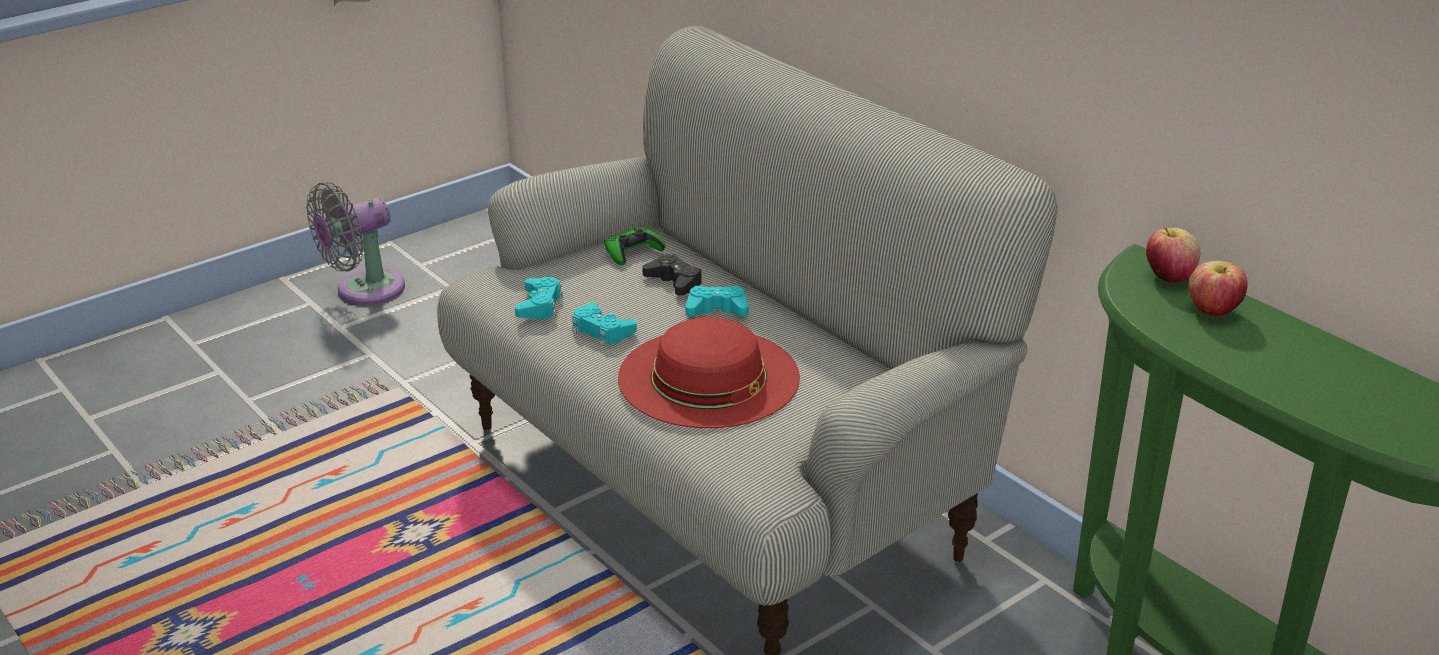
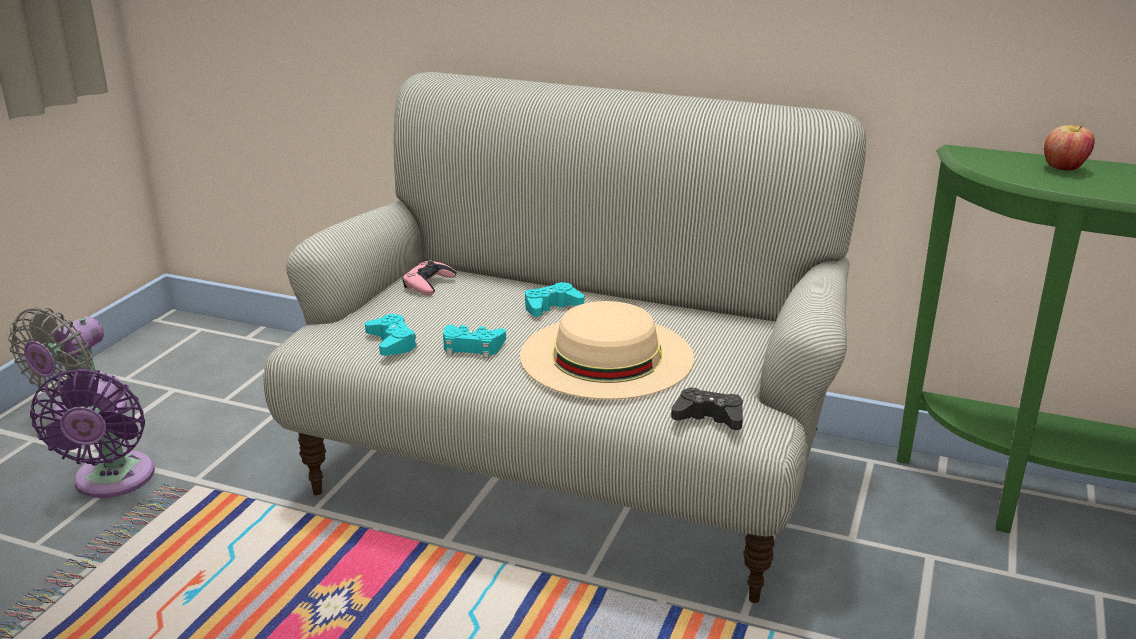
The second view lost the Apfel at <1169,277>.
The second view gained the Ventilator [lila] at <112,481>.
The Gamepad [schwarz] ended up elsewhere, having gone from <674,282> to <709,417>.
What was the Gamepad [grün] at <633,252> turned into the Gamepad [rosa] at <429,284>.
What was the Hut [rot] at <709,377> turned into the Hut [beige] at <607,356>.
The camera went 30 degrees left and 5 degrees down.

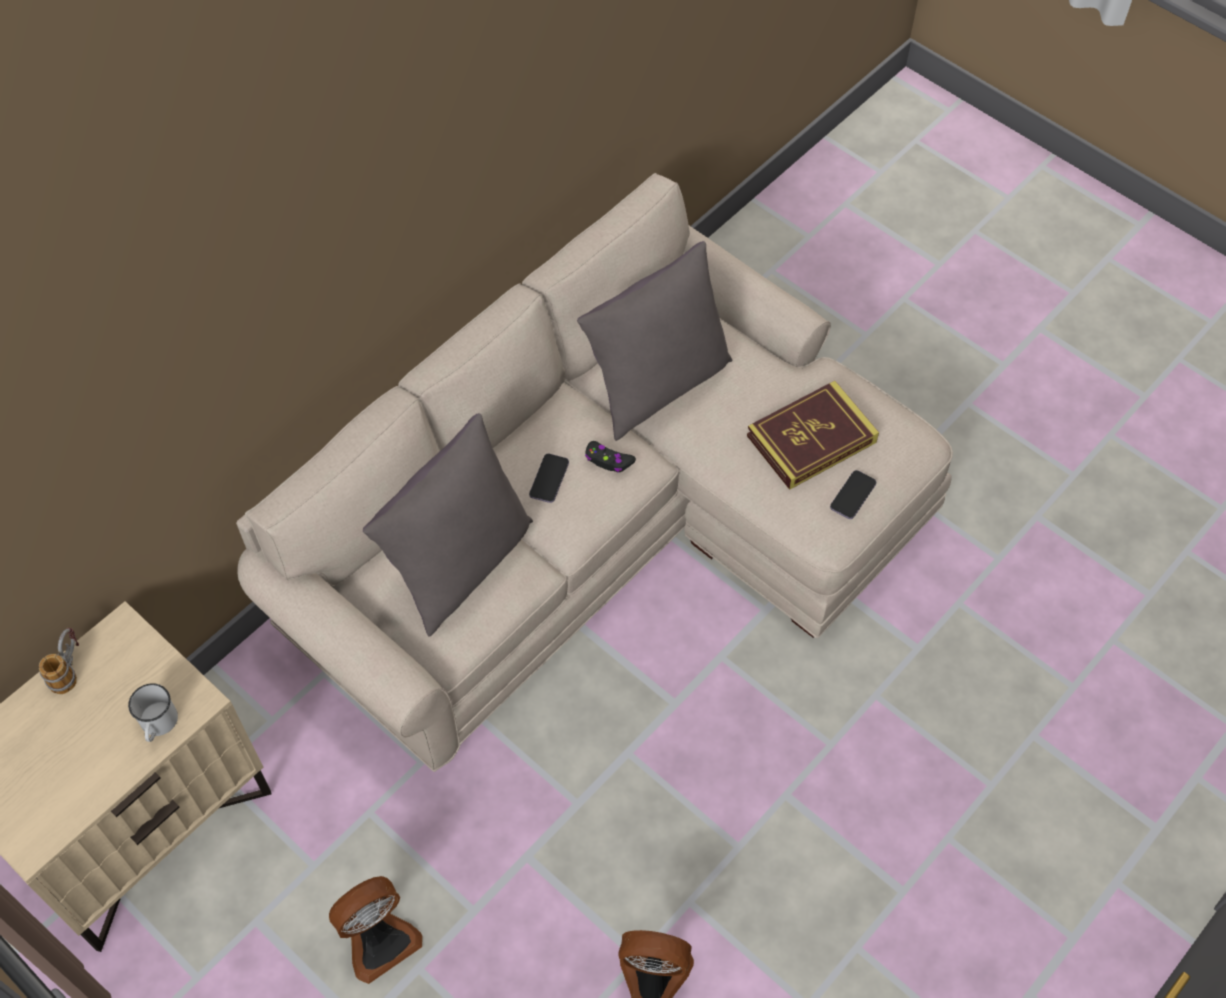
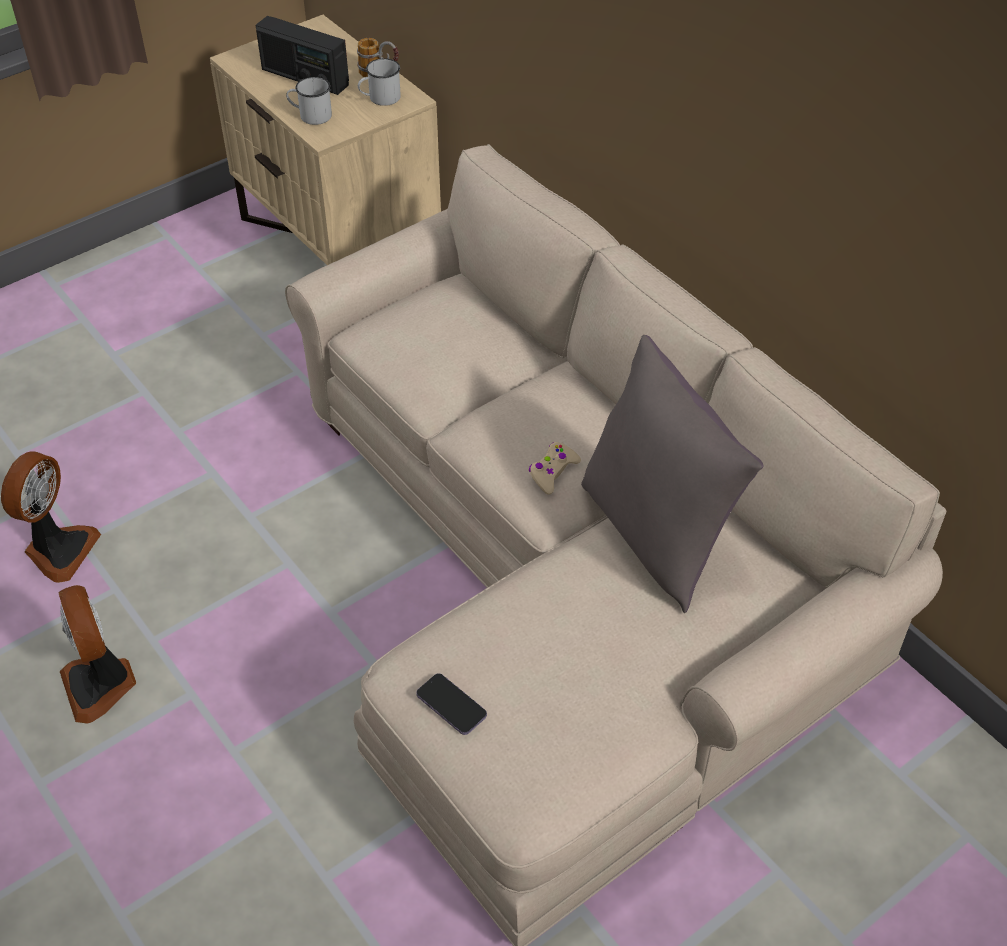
The second view lost the Kissen [grau] at <460,566>.
The second view lost the Handy at <549,479>.
The second view lost the Buch at <811,439>.
The second view gained the Radio at <304,77>.
The second view gained the Henkelbecher [weiß] at <380,98>.
The Ventilator ended up elsewhere, having gone from <379,939> to <100,684>.
What was the Gamepad [schwarz] at <608,460> turned into the Gamepad [beige] at <552,472>.
The camera went 100 degrees right and 10 degrees down.

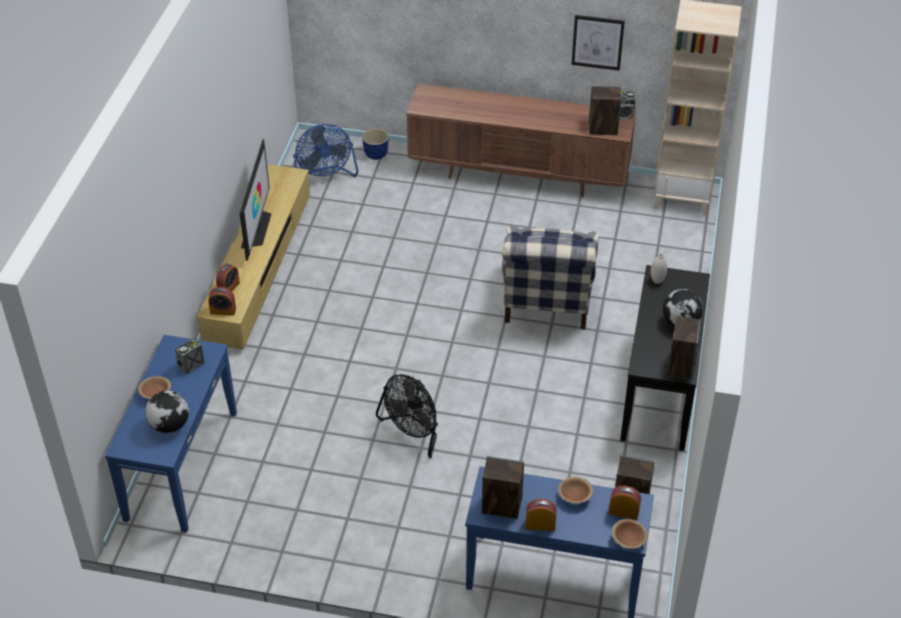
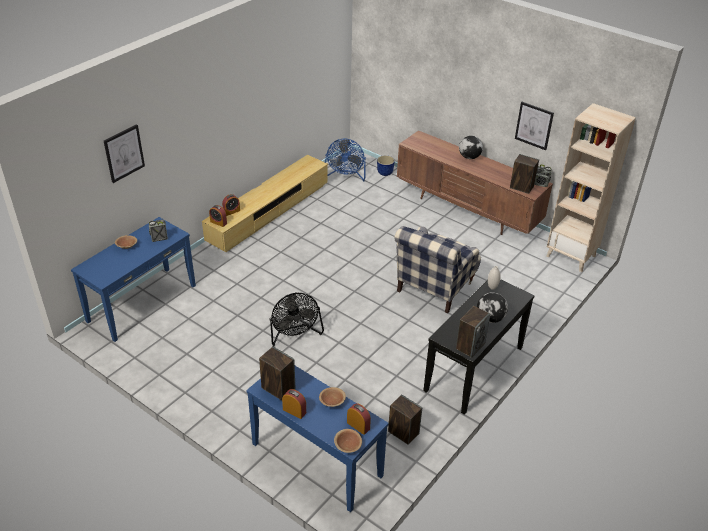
The second view lost the Fernseher at <257,228>.
The second view gained the Bild at <124,153>.
The Globus ended up elsewhere, having gone from <169,425> to <469,157>.
The Ventilator [schwarz] at <413,429> ended up facing another way, 90 degrees counterclockwise from before.
The camera went 25 degrees right and 5 degrees down.

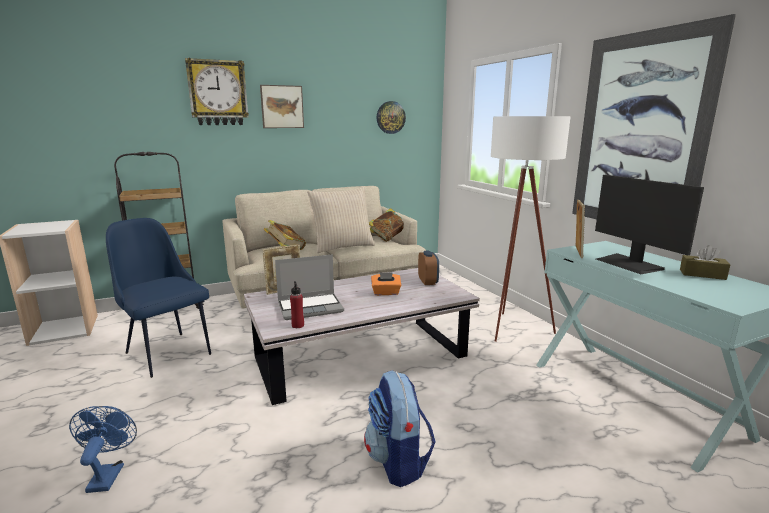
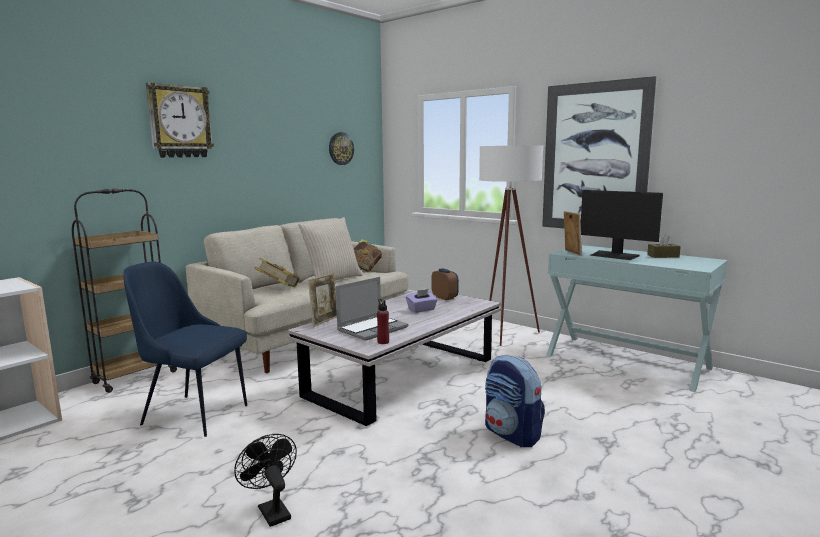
The second view lost the Bild at <282,107>.
What was the Ventilator [blau] at <108,474> turned into the Ventilator [schwarz] at <271,510>.
What was the Taschentuchbox [orange] at <386,293> turned into the Taschentuchbox [lila] at <421,310>.
The camera went 25 degrees left and 5 degrees down.

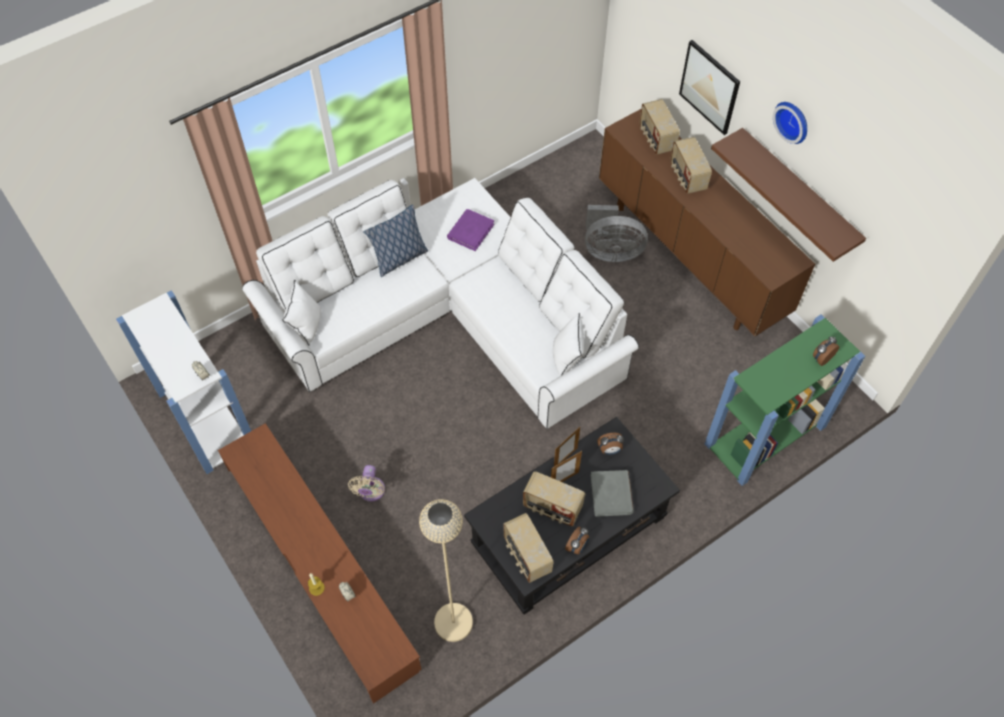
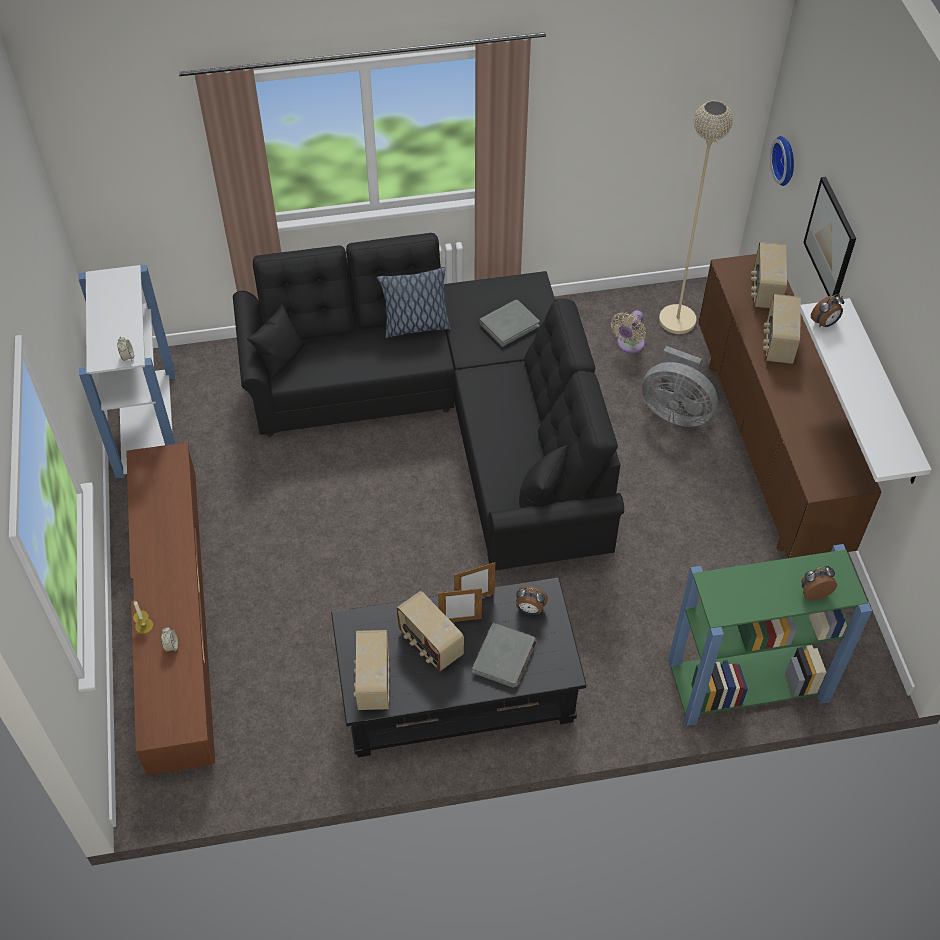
The Ventilator [beige] ended up elsewhere, having gone from <371,492> to <629,345>.
The Stehlampe [beige] ended up elsewhere, having gone from <454,622> to <677,320>.
The Wecker ended up elsewhere, having gone from <577,546> to <825,323>.
The Wanduhr ended up elsewhere, having gone from <793,121> to <786,160>.
What was the Sofa [weiß] at <450,320> turned into the Sofa [schwarz] at <452,419>.
What was the Buch [lila] at <470,231> turned into the Buch [grau] at <509,324>.
What was the Wandregal [braun] at <798,192> turned into the Wandregal [weiß] at <883,393>.
The camera went 25 degrees right and 5 degrees down.

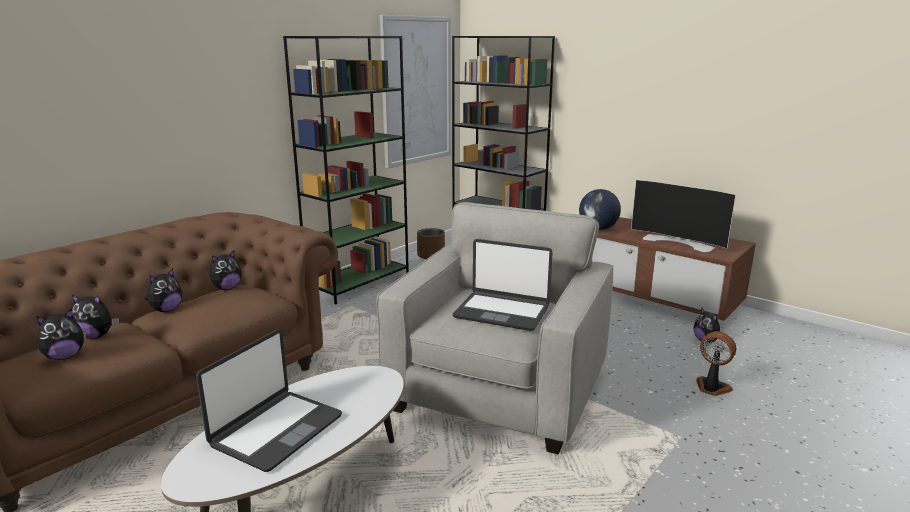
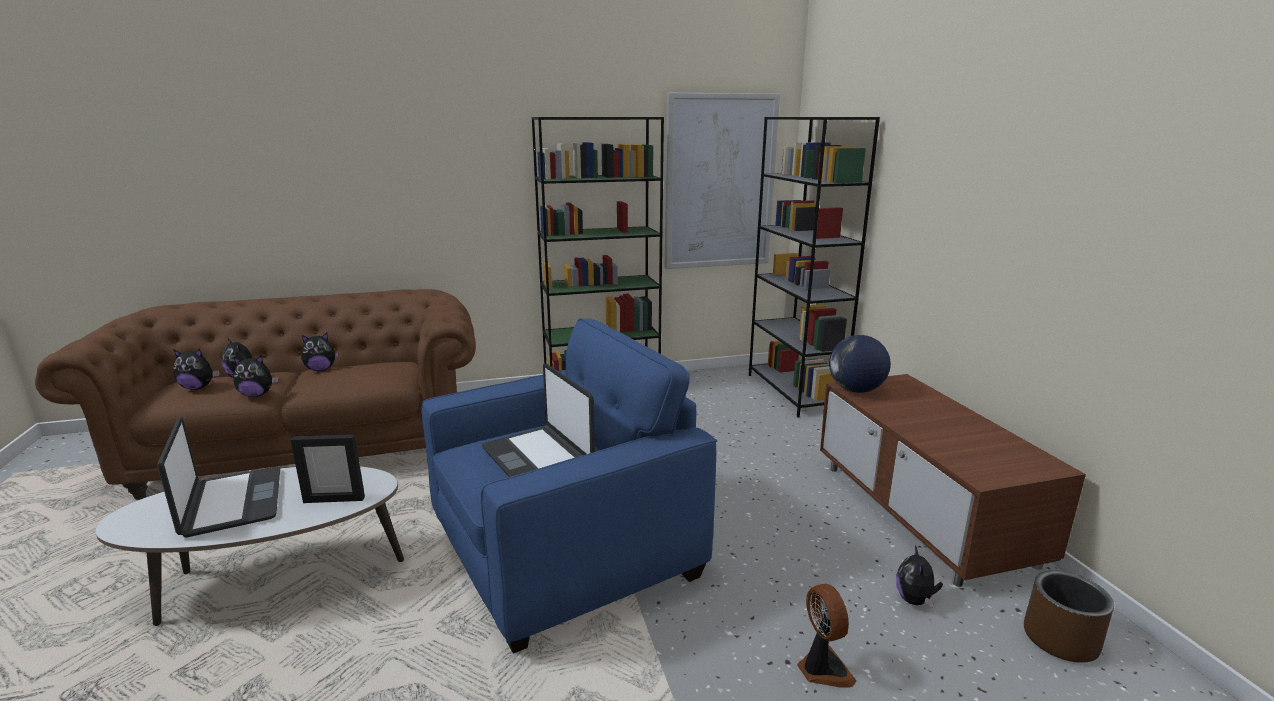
The second view lost the Fernseher at <679,242>.
The second view gained the Bilderrahmen at <334,499>.
The Plüschtier ended up elsewhere, having gone from <227,288> to <257,395>.
The Pflanzkübel [braun] ended up elsewhere, having gone from <431,255> to <1060,639>.
What was the Sessel [grau] at <499,390> turned into the Sessel [blau] at <564,552>.
The Laptop at <276,430> ended up facing another way, 90 degrees counterclockwise from before.
The camera went 35 degrees right and 0 degrees up.

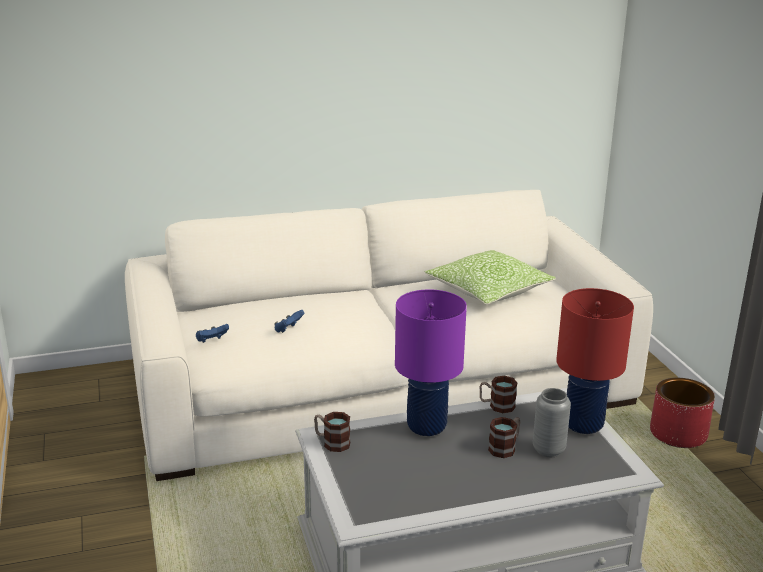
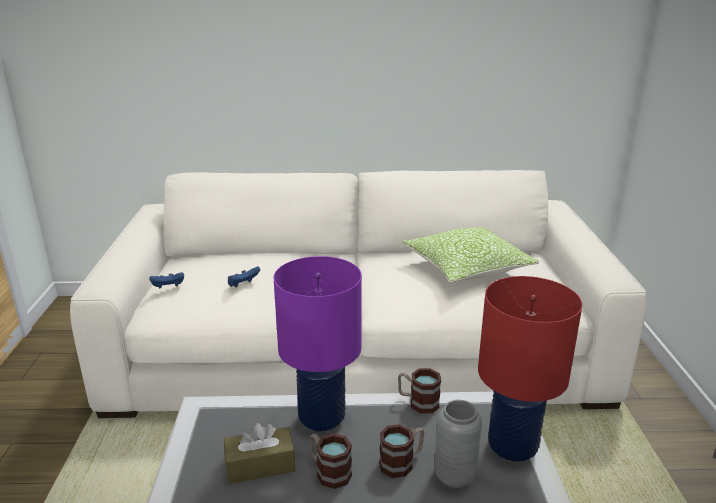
The second view lost the Pflanzkübel [rot] at <678,434>.
The second view gained the Taschentuchbox [braun] at <260,465>.
The Henkelbecher ended up elsewhere, having gone from <332,442> to <329,471>.
The camera went 15 degrees right and 0 degrees up.

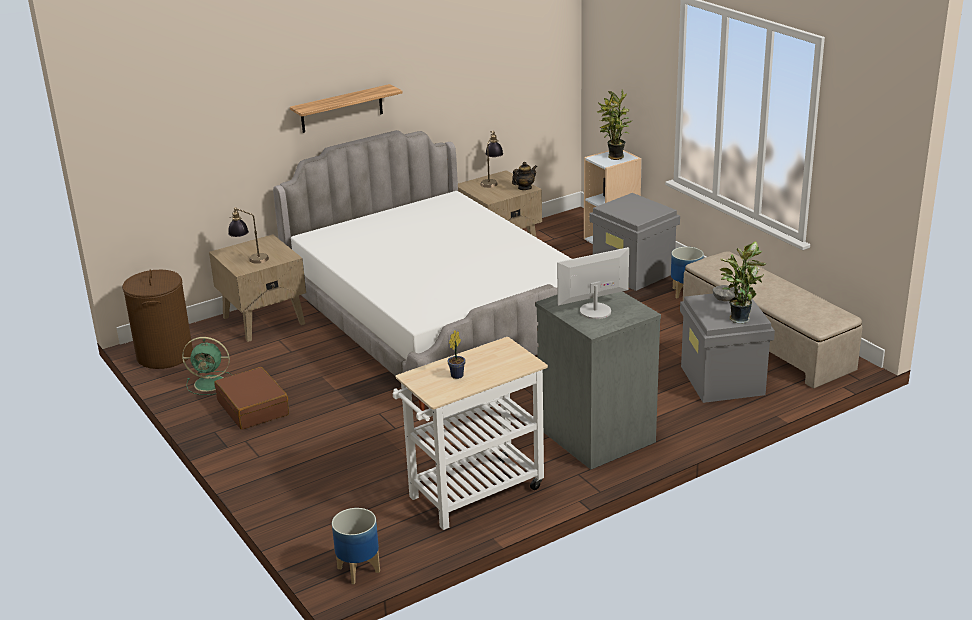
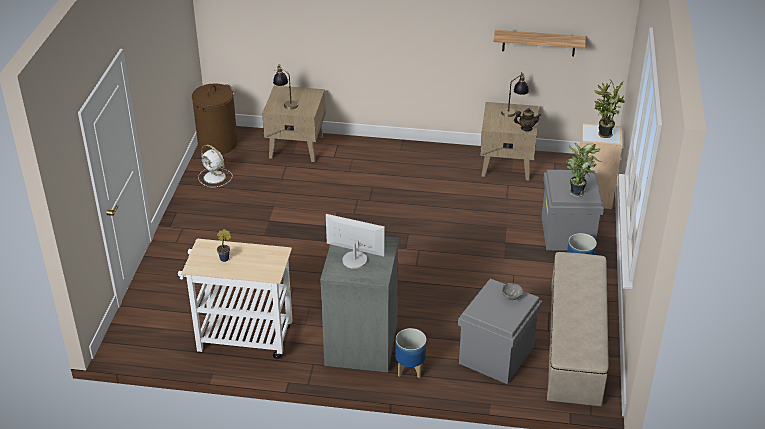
The second view lost the Koffer [braun] at <253,408>.
The second view lost the Bett at <439,322>.
The Wandregal ended up elsewhere, having gone from <341,109> to <539,43>.
The Pflanzkübel ended up elsewhere, having gone from <358,570> to <409,369>.
The Topfpflanze ended up elsewhere, having gone from <739,318> to <577,192>.
What was the Ventilator [grün] at <211,383> turned into the Ventilator [weiß] at <215,177>.
The camera went 40 degrees right and 10 degrees up.

